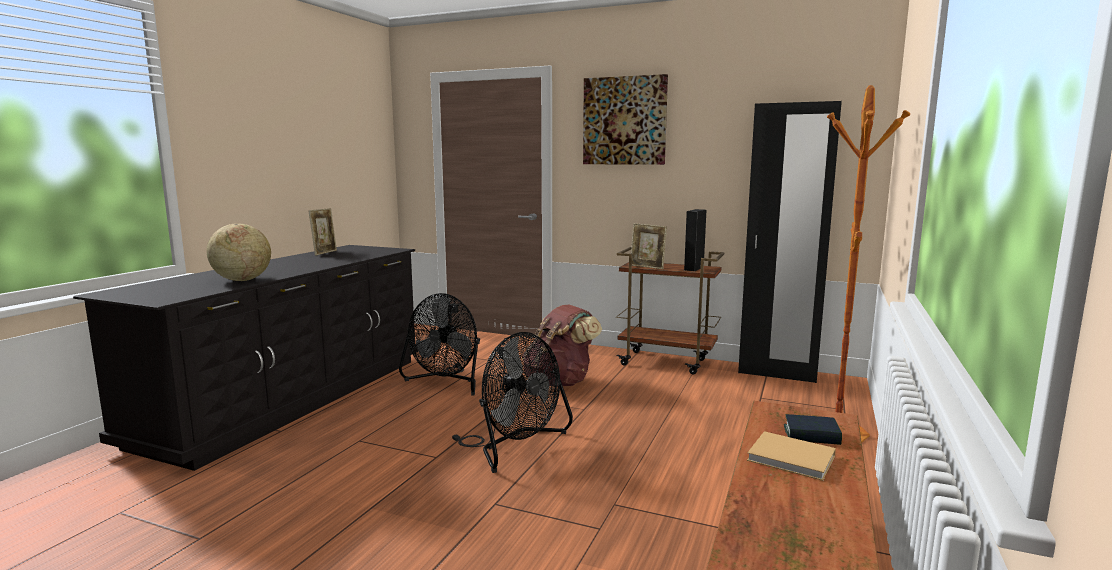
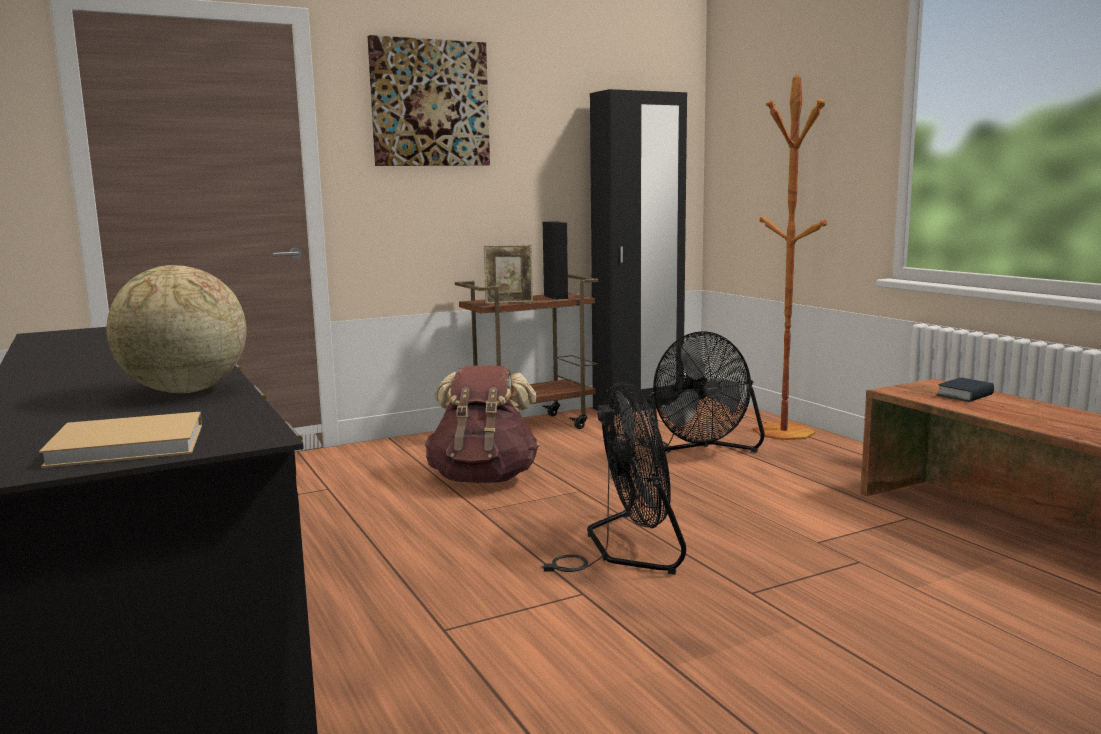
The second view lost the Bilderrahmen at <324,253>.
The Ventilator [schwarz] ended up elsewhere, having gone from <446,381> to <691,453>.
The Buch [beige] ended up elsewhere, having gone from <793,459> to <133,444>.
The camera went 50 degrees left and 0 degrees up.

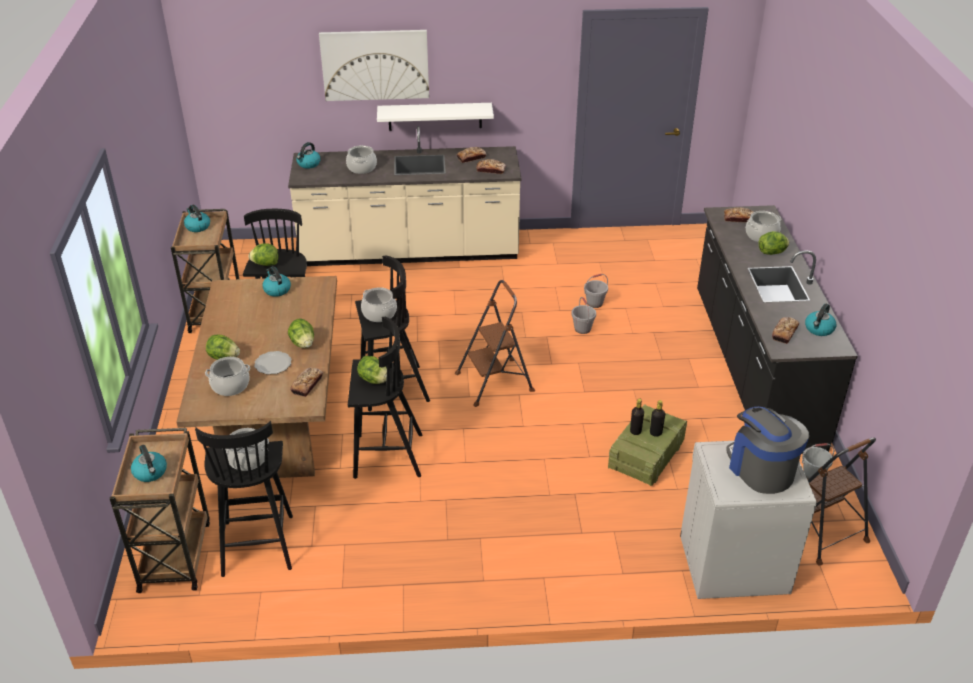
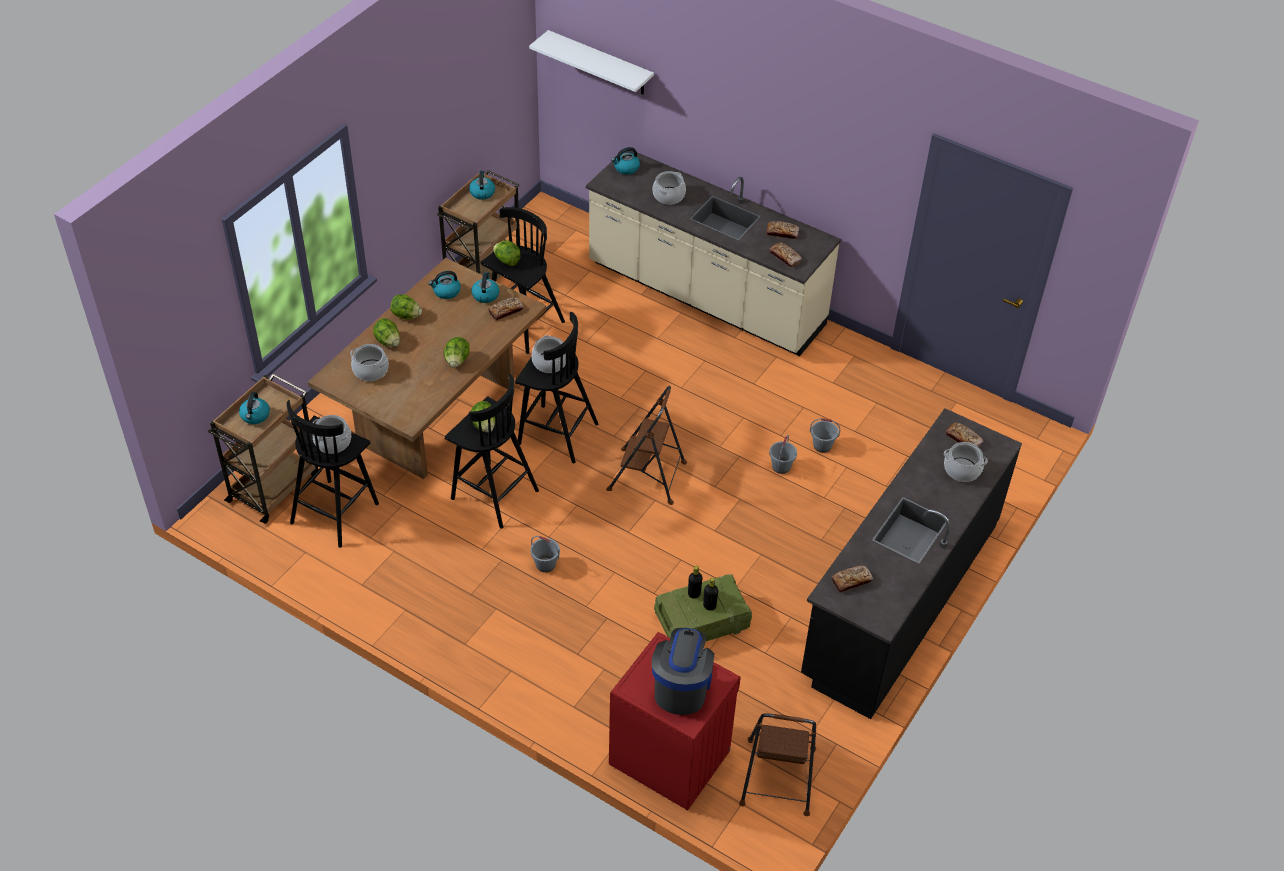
The second view lost the Teller at <273,364>.
The second view lost the Bild at <375,65>.
The Brot ended up elsewhere, having gone from <307,384> to <505,311>.
The Wandregal [weiß] ended up elsewhere, having gone from <435,116> to <600,63>.
The Salatkopf ended up elsewhere, having gone from <772,252> to <406,316>.
The Eimer [grau] ended up elsewhere, having gone from <813,474> to <545,564>.
The Wasserkessel ended up elsewhere, having gone from <819,329> to <446,292>.
What was the Waschmaschine [weiß] at <732,562> turned into the Waschmaschine [rot] at <670,755>.
The camera went 35 degrees right and 10 degrees up.

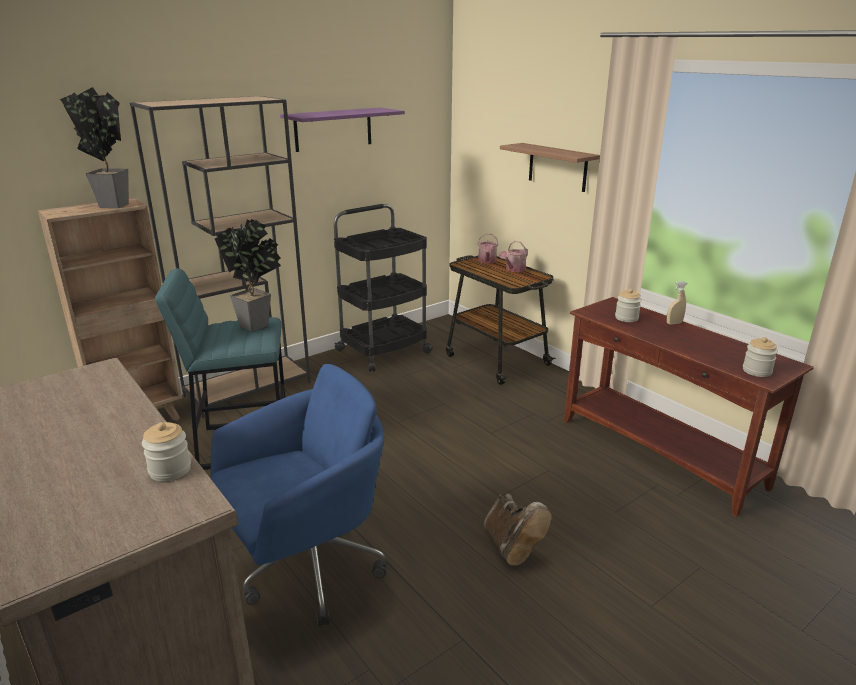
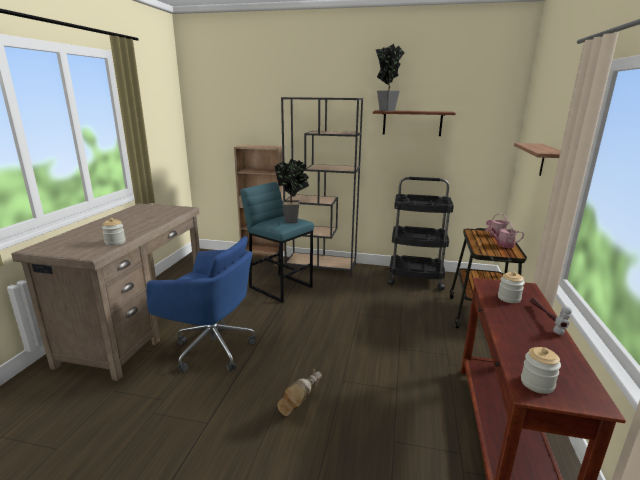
The Topfpflanze ended up elsewhere, having gone from <111,205> to <386,110>.
Where the Sprühflasche [beige] stood at <674,323>, the Hammer came to stand at <546,319>.
What was the Wandregal [lila] at <333,129> turned into the Wandregal [braun] at <412,123>.
The camera went 50 degrees right and 5 degrees down.

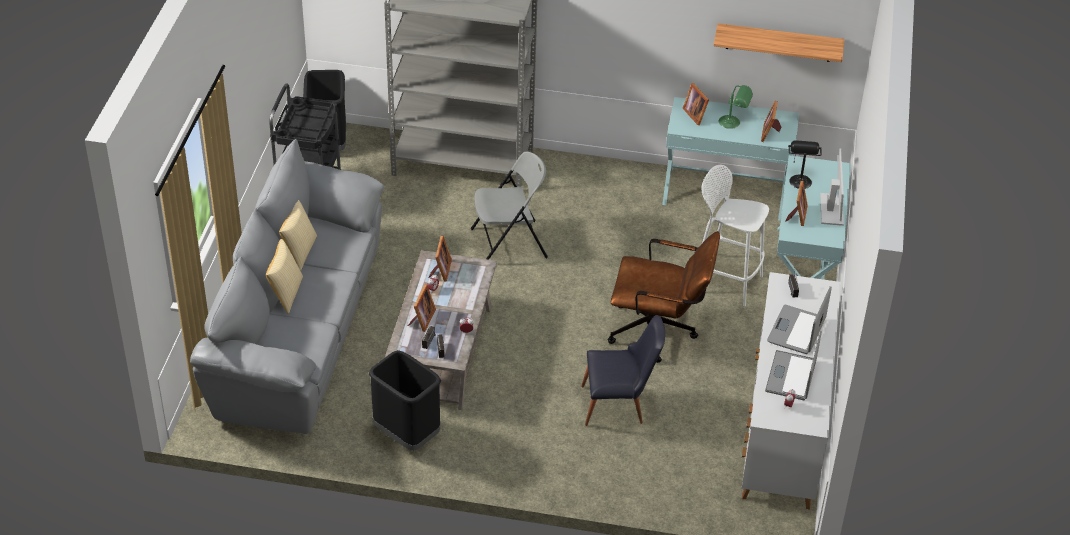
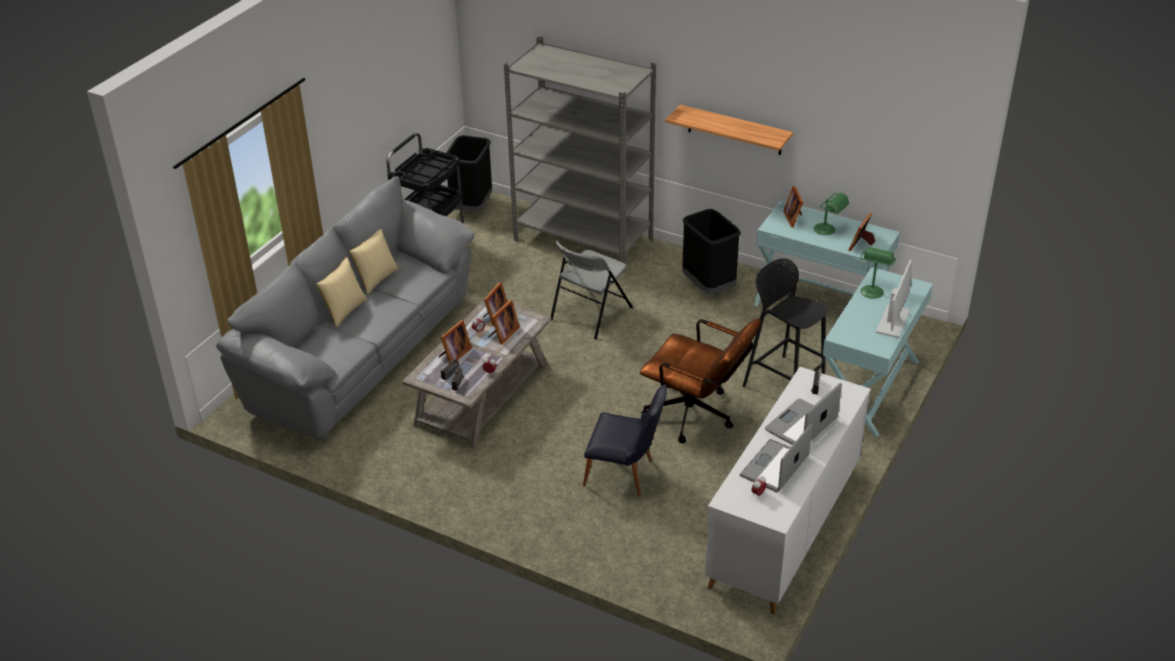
The Mülleimer [schwarz] ended up elsewhere, having gone from <407,435> to <708,286>.
The Wandregal ended up elsewhere, having gone from <779,42> to <734,130>.
The Bilderrahmen ended up elsewhere, having gone from <797,215> to <503,334>.
What was the Hocker [weiß] at <724,281> turned into the Hocker [schwarz] at <784,382>.
What was the Tischlampe [schwarz] at <799,178> turned into the Tischlampe [grün] at <872,289>.
The Stuhl [grau] at <509,243> ended up facing another way, 120 degrees clockwise from before.
The camera went 20 degrees right and 5 degrees down.

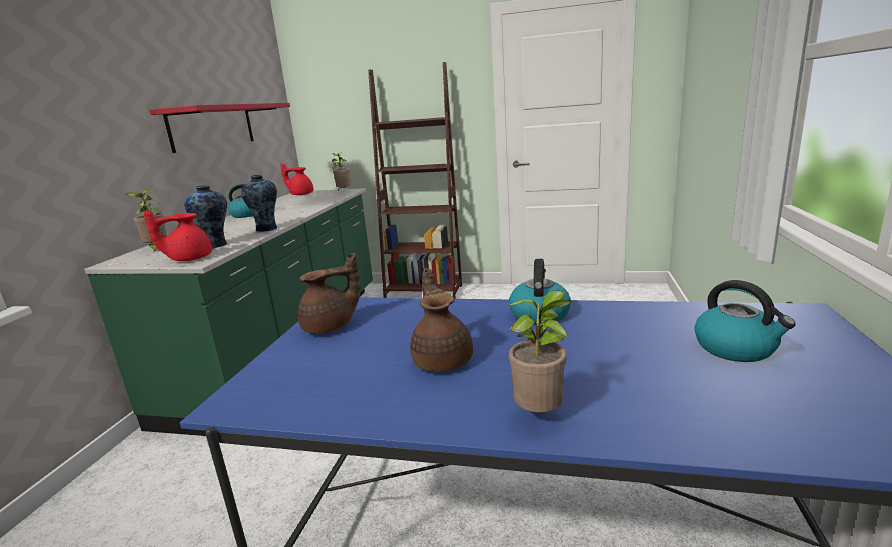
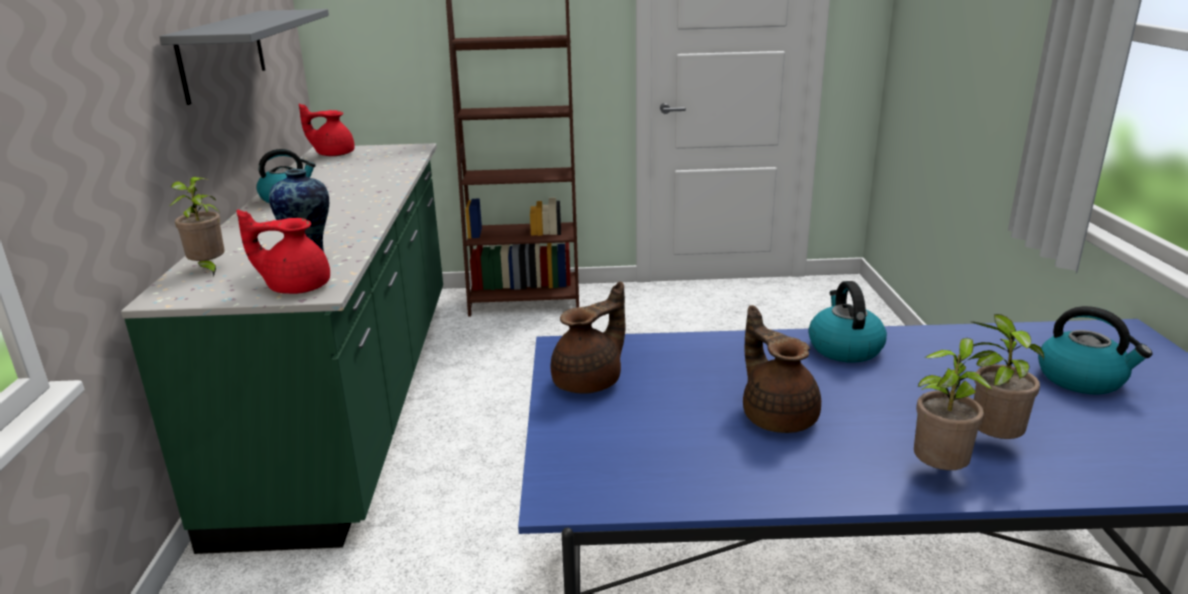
The second view lost the Vase at <266,229>.
The Topfpflanze ended up elsewhere, having gone from <344,191> to <989,442>.
What was the Wandregal [rot] at <213,127> turned into the Wandregal [grau] at <223,54>.
The Teekanne [rot] at <189,259> ended up facing another way, 45 degrees clockwise from before.
The camera went 15 degrees left and 5 degrees up.

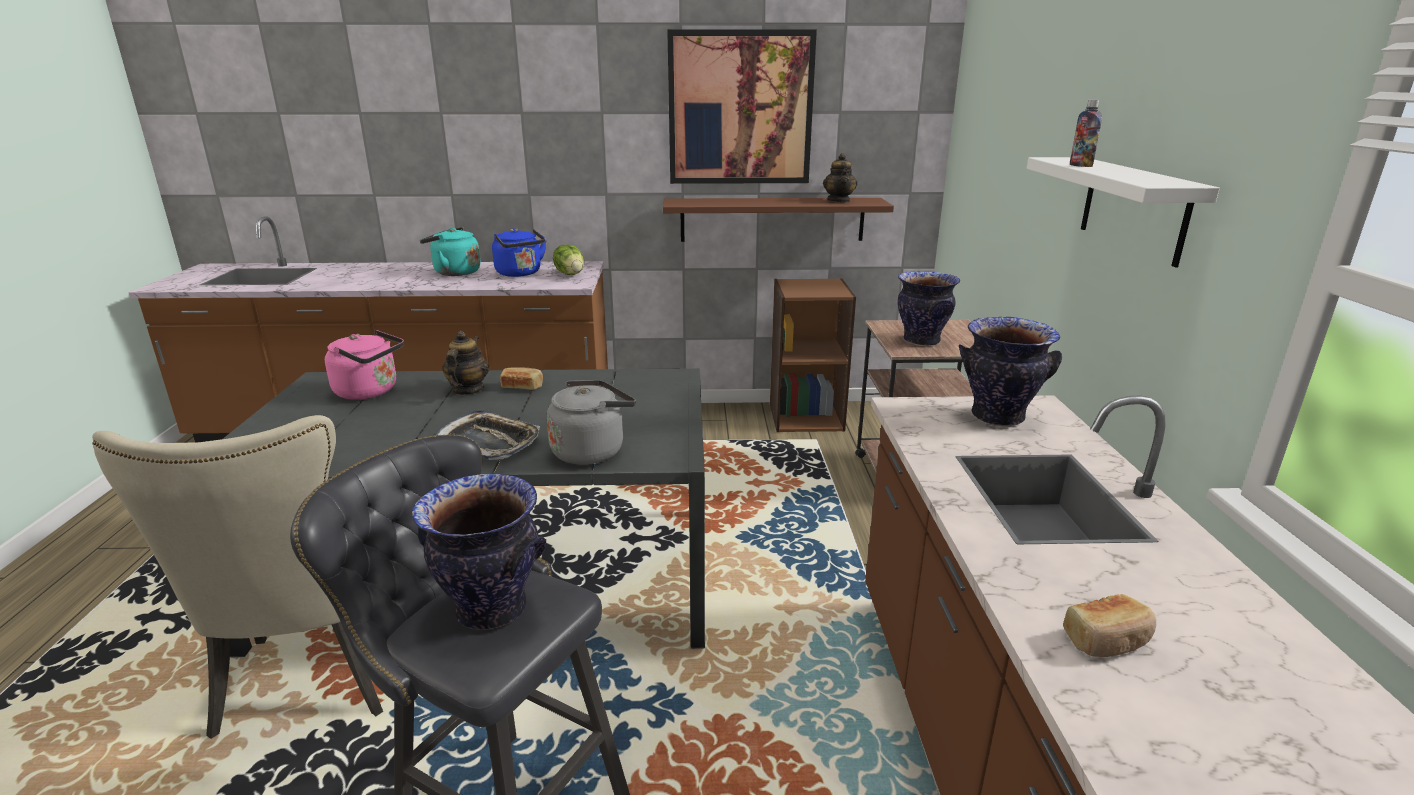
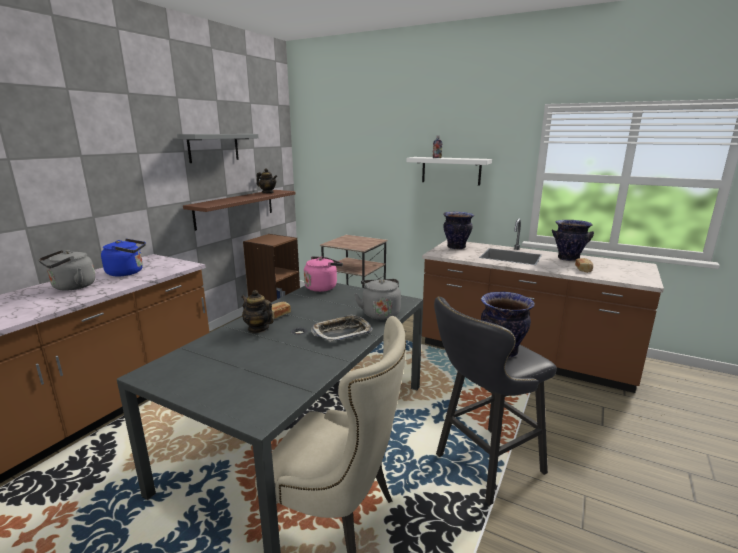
The second view lost the Salatkopf at <571,274>.
The Wasserkessel [rosa] ended up elsewhere, having gone from <370,391> to <322,287>.
The Vase ended up elsewhere, having gone from <922,341> to <568,259>.
Where the Bild hung at <740,109>, the Wandregal [grau] came to hang at <213,147>.
What was the Wasserkessel [türkis] at <454,272> turned into the Wasserkessel [grau] at <71,287>.
The camera went 60 degrees left and 5 degrees down.

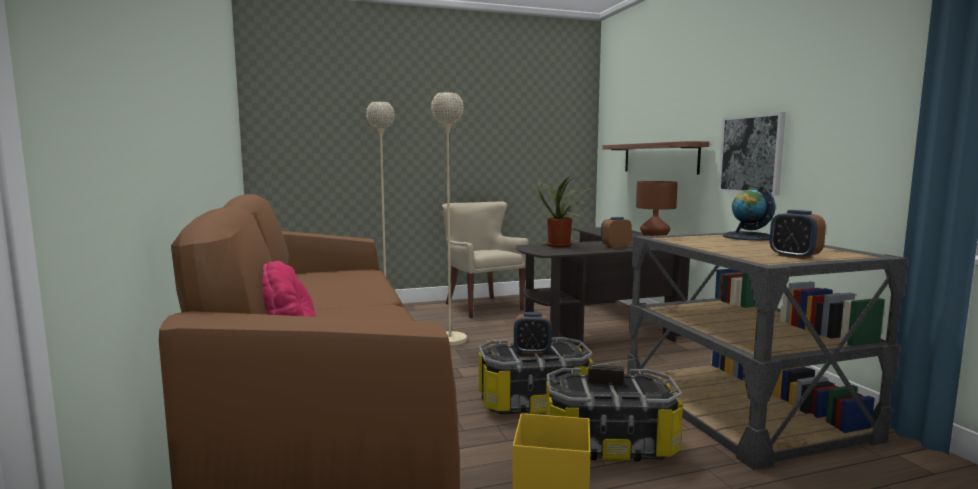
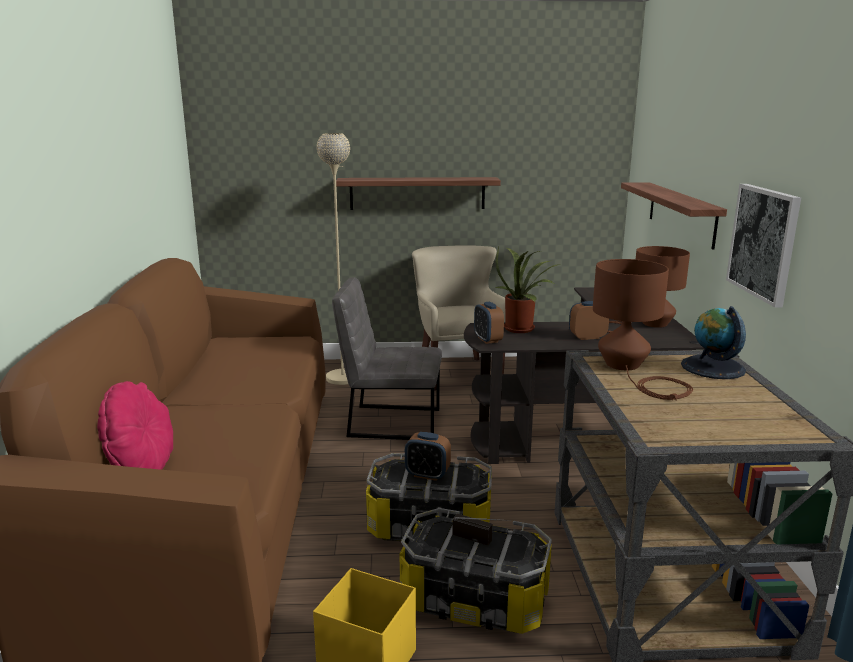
The second view gained the Wandregal at <417,193>.
The second view gained the Tischlampe [braun] at <637,373>.
The Wecker ended up elsewhere, having gone from <794,256> to <488,339>.
Where the Stehlampe [beige] stood at <449,340>, the Stuhl [grau] came to stand at <391,422>.
The camera went 15 degrees right and 10 degrees up.

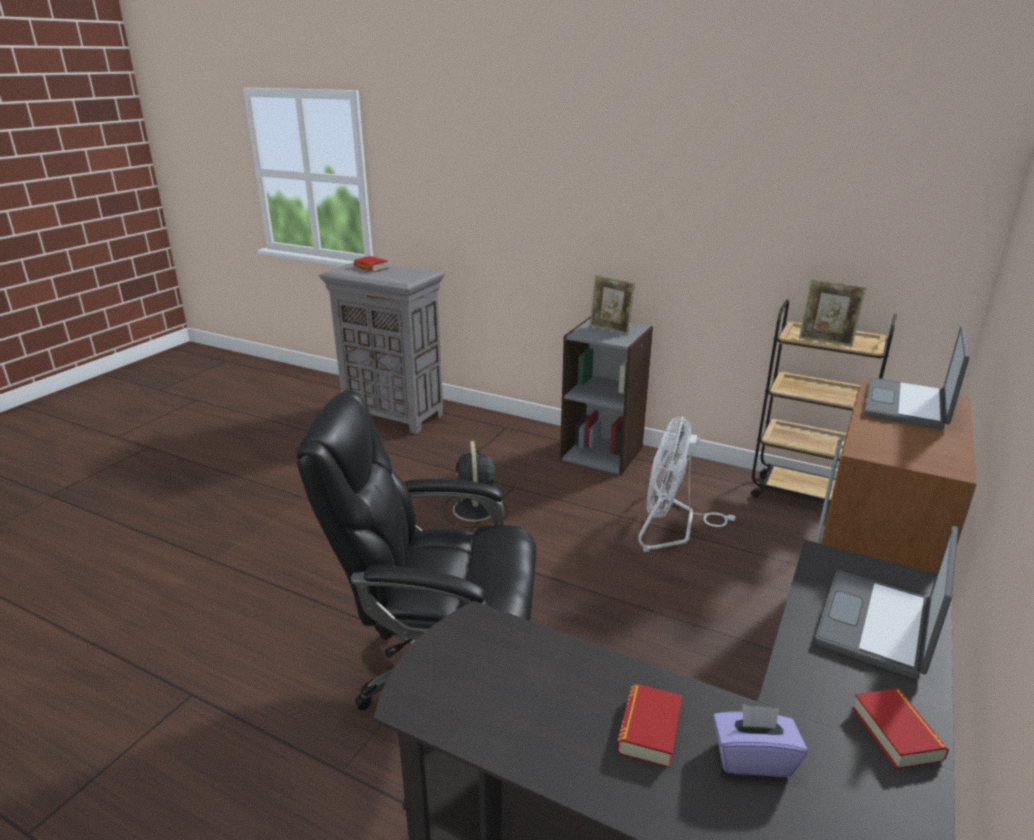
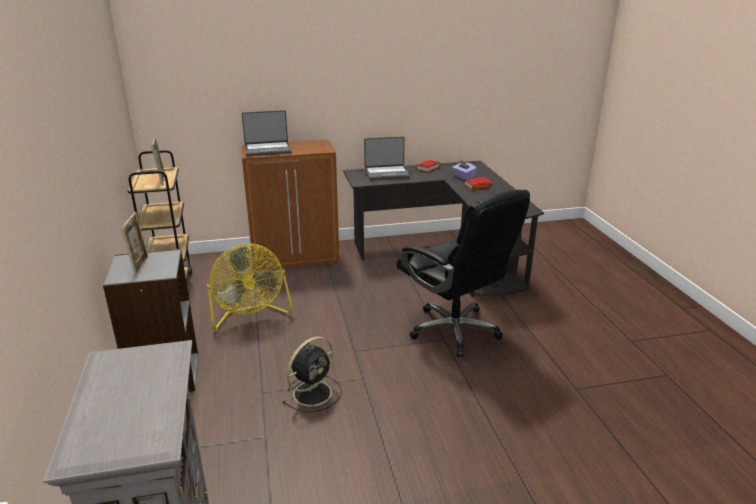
The second view lost the Buch at <371,268>.
What was the Ventilator [weiß] at <674,523> turned into the Ventilator [gelb] at <247,315>.
The camera went 130 degrees left and 0 degrees up.

